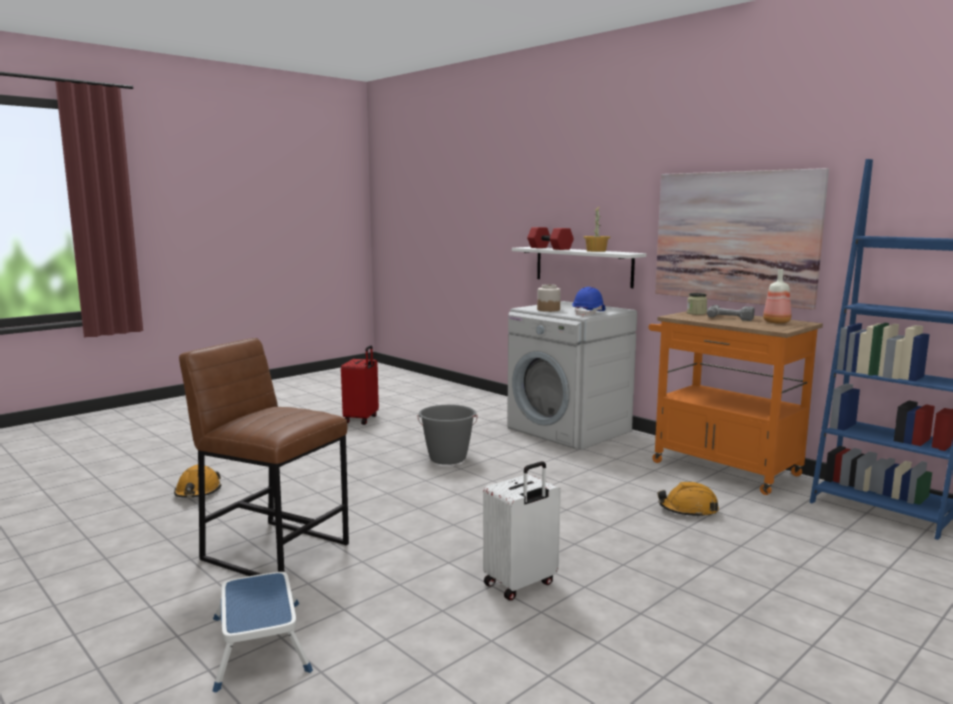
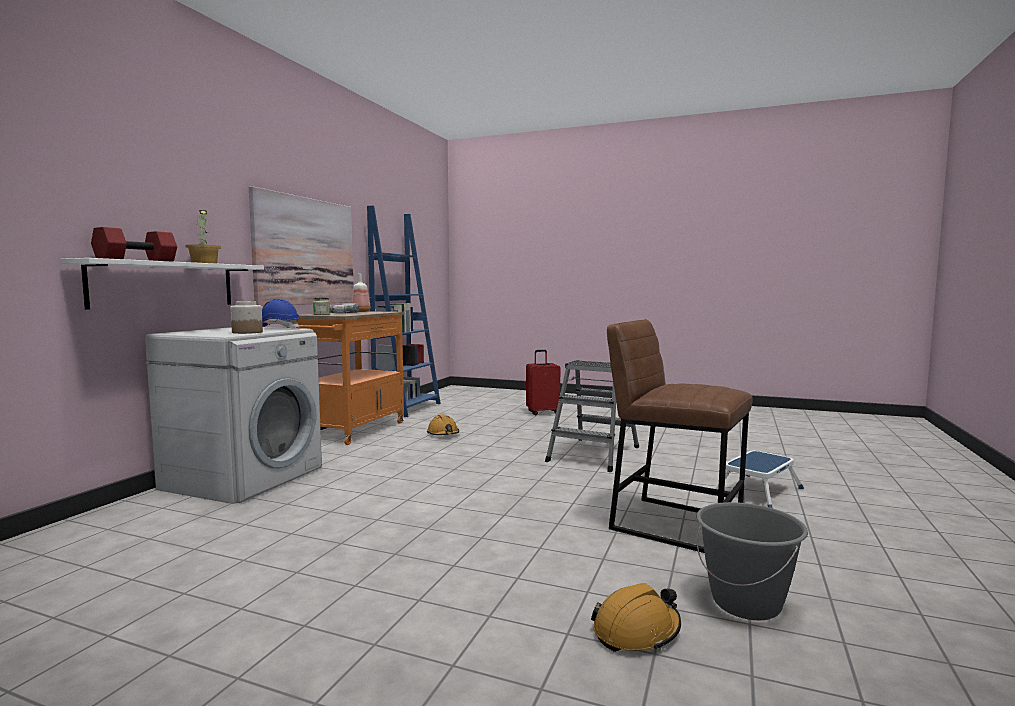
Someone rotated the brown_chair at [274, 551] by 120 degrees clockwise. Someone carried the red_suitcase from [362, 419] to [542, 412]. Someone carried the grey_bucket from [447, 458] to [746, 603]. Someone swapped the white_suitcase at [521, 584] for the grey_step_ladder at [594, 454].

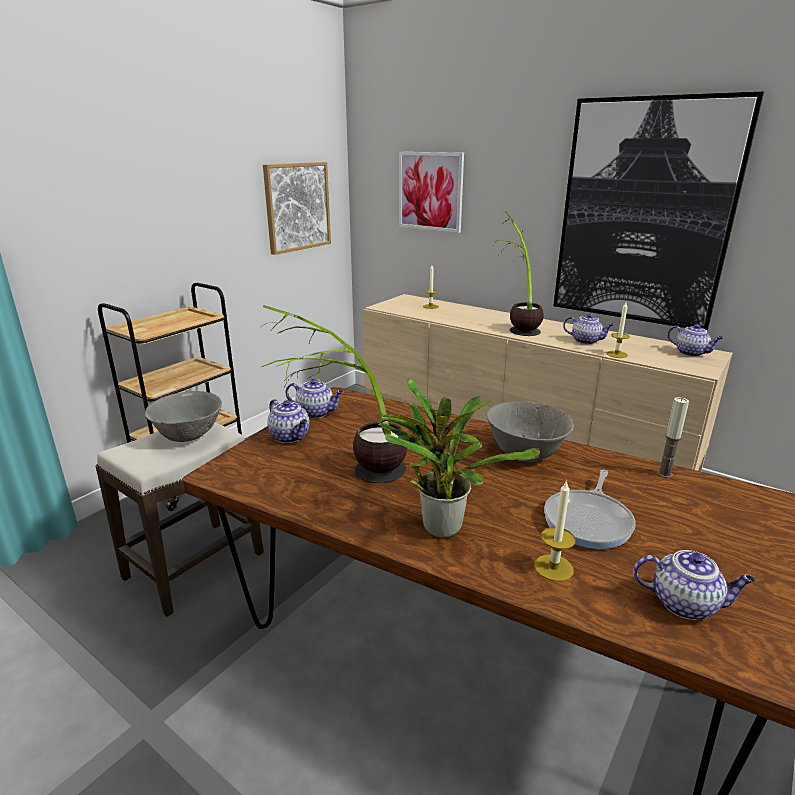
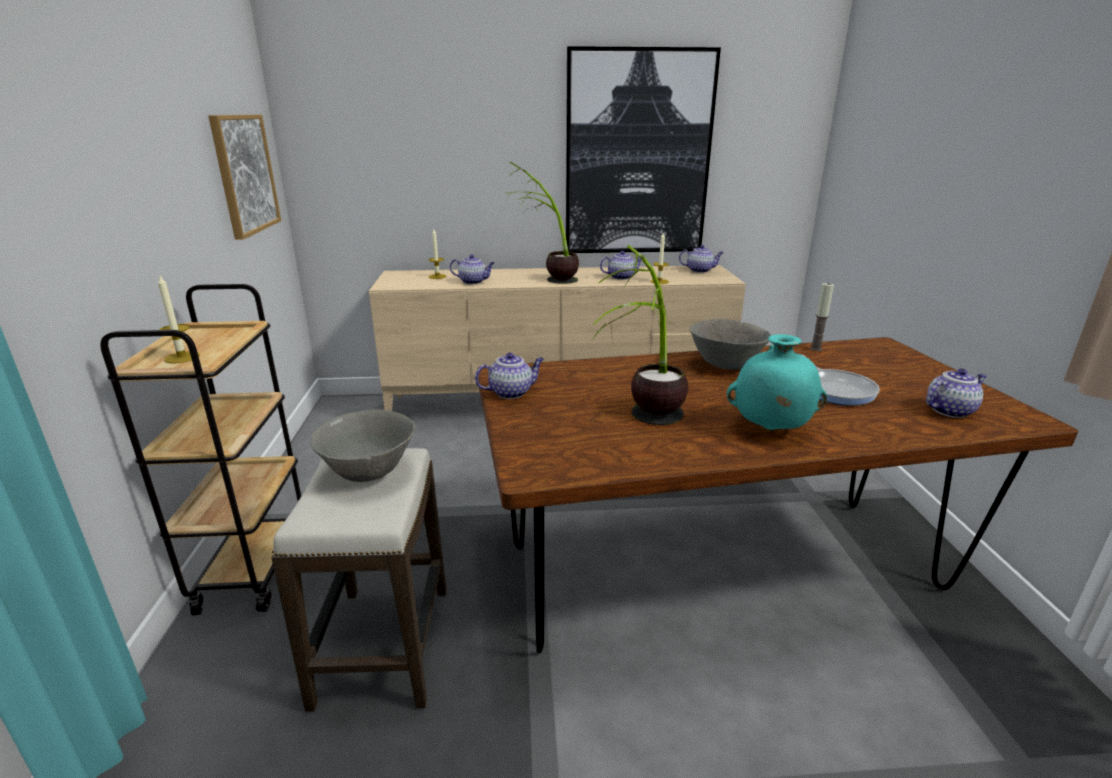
Someone took away the picture at [430, 191]. Someone swapped the potted_plant at [439, 524] for the turquoise_vase at [770, 429]. Someone carried the teapot from [290, 437] to [473, 282]. Someone carried the candle from [553, 568] to [182, 357].

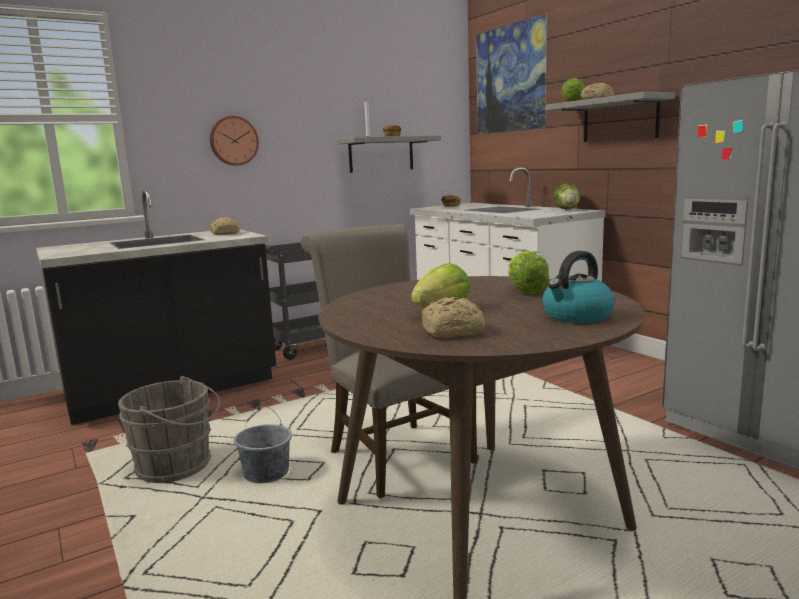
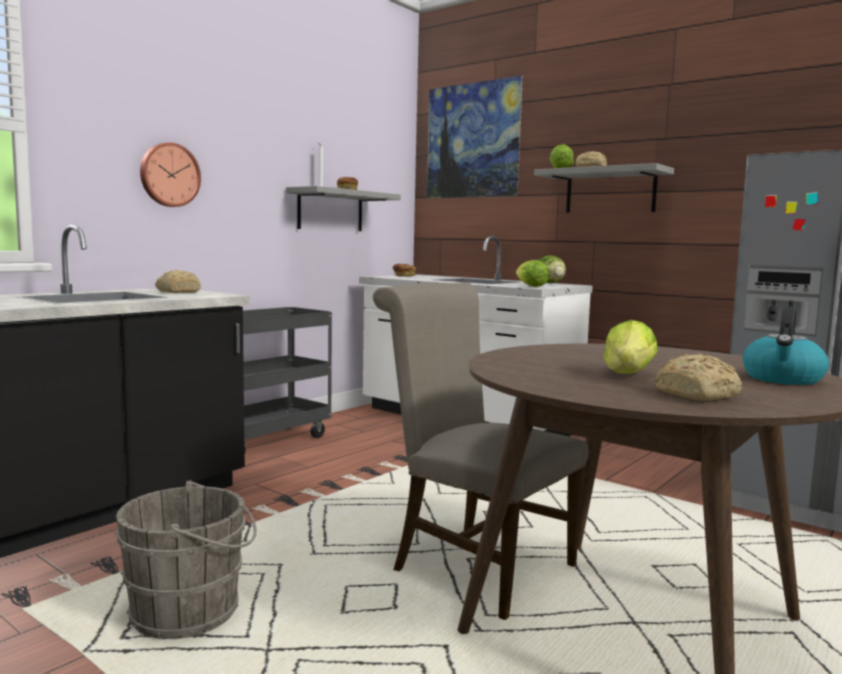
Someone carried the lettuce from [525, 291] to [530, 286]. Someone took away the grey_bucket at [266, 473].

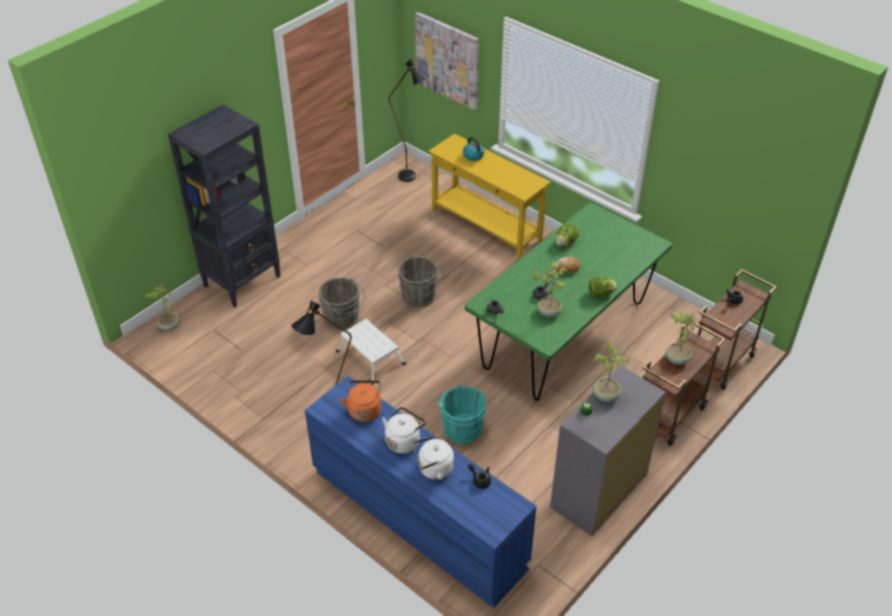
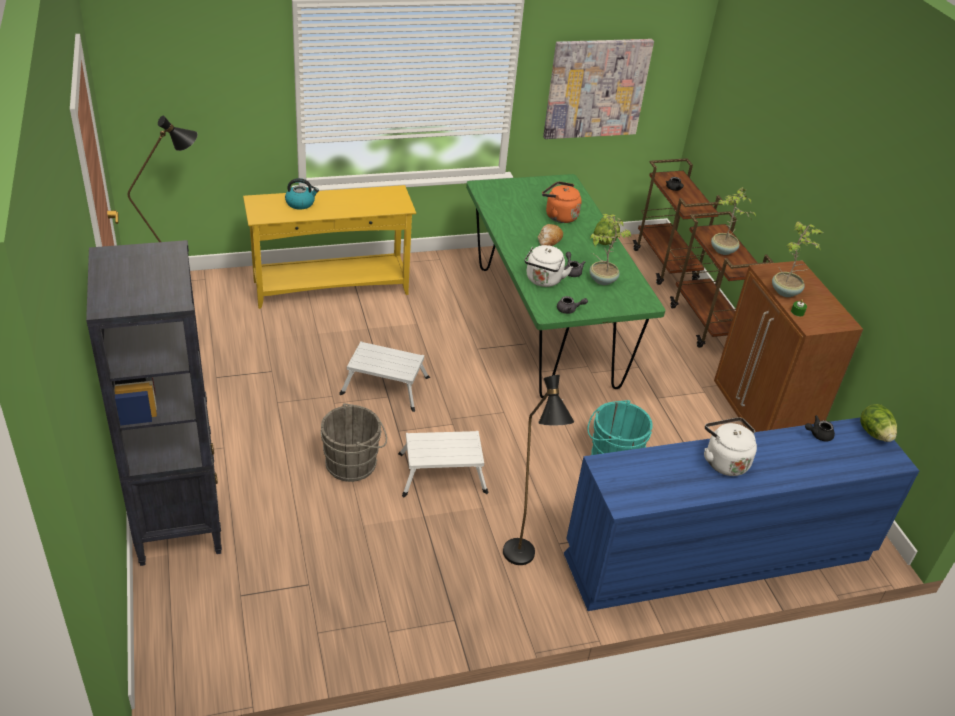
Someone carried the picture from [448, 60] to [596, 88]. Someone carried the lettuce from [565, 242] to [874, 434]. Someone swapped the grey_bucket at [420, 295] for the white_step_ladder at [384, 385]. Someone took away the potted_plant at [169, 326]. Someone repainted the grey_cabinet at [598, 491], which became the brown_cabinet at [763, 412]. Someone carried the orange_kettle from [364, 409] to [559, 216]. Someone carried the white_kettle from [433, 469] to [543, 281].

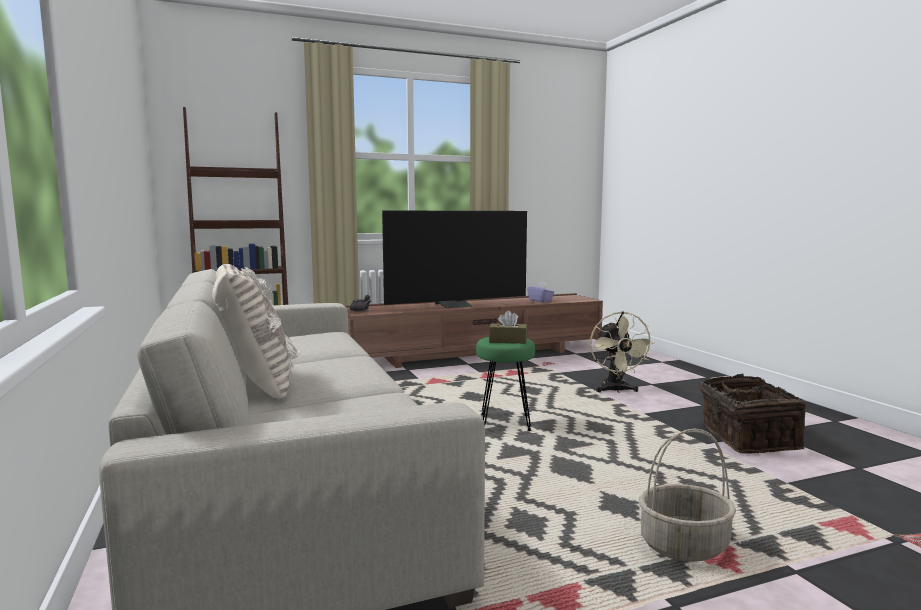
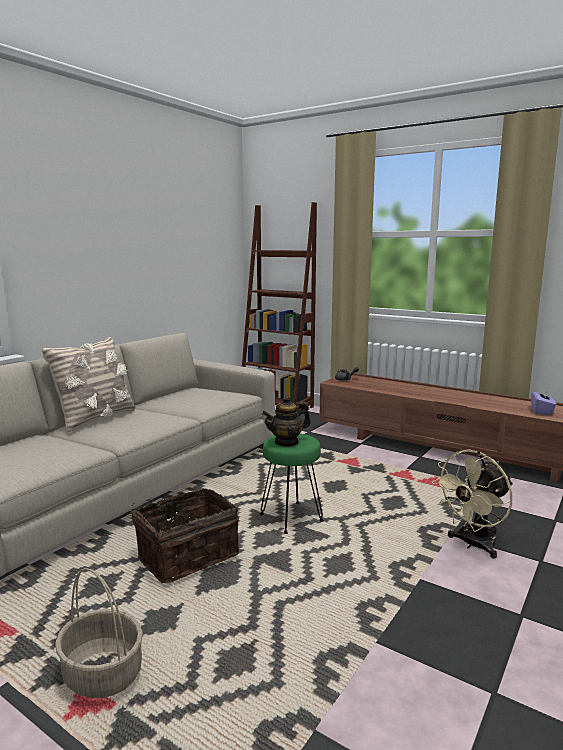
Someone took away the television at [455, 306]. Someone swapped the brown_tissue_box at [508, 341] for the teapot at [286, 442]. Someone carried the basket from [746, 438] to [186, 555].

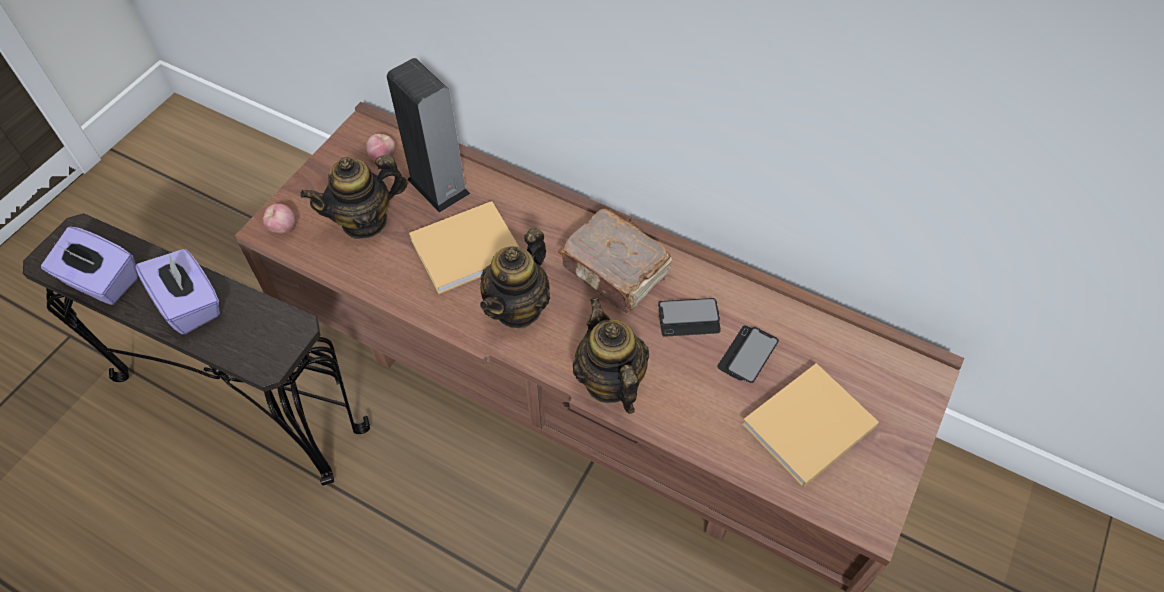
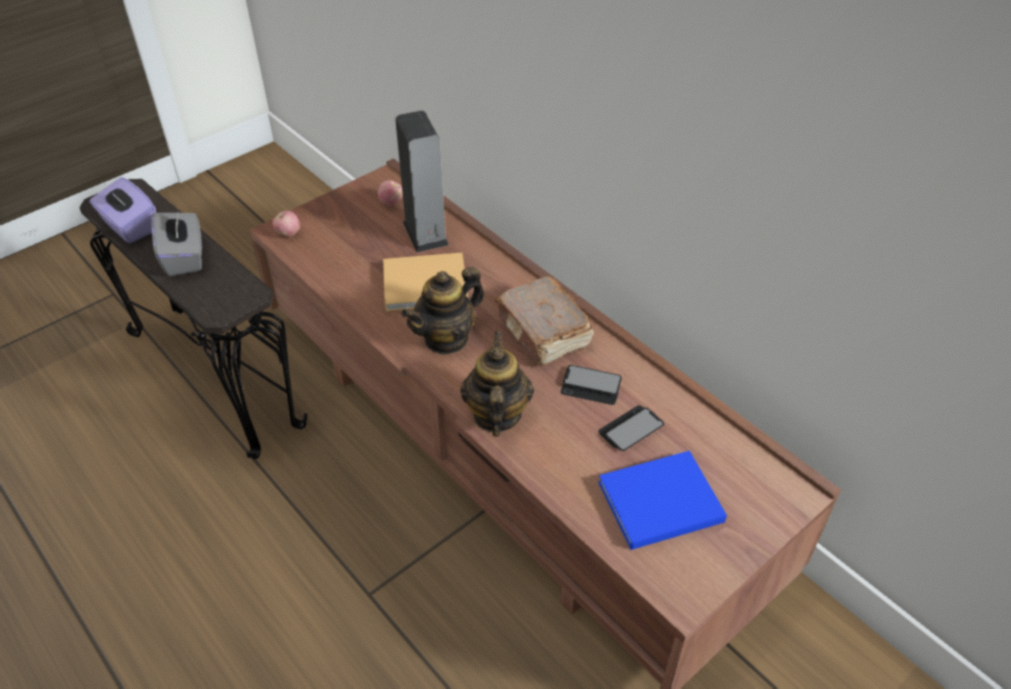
Someone took away the teapot at [365, 221]. Someone repainted the purple_tissue_box at [190, 304], which became the grey_tissue_box at [184, 257]. Someone repainted the beige_book at [805, 428], which became the blue_book at [657, 503].

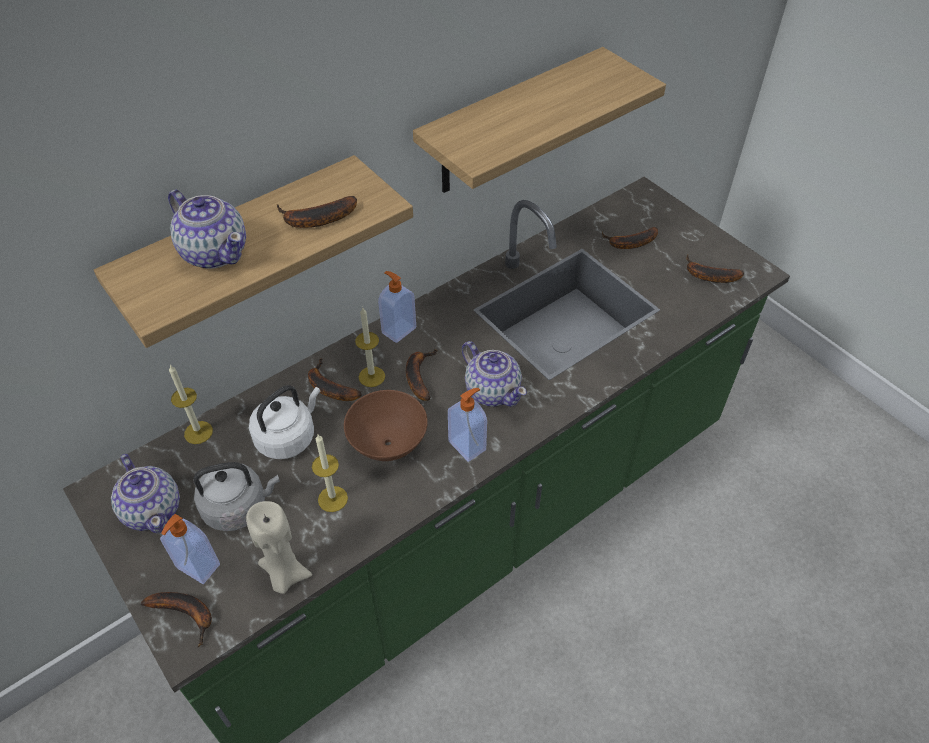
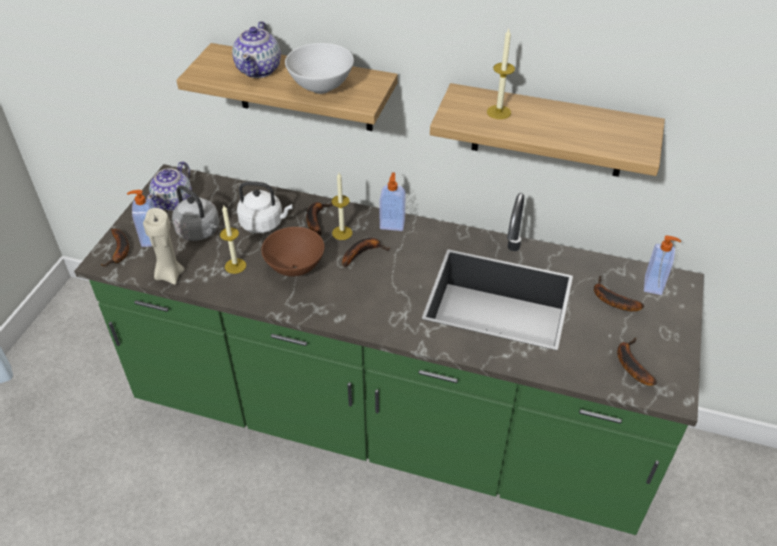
Someone swapped the banana at [315, 220] for the white_bowl at [321, 87]. Someone took away the teapot at [492, 390]. Someone carried the candle from [198, 432] to [499, 112]. Someone carried the soap_dispenser from [468, 445] to [654, 285].

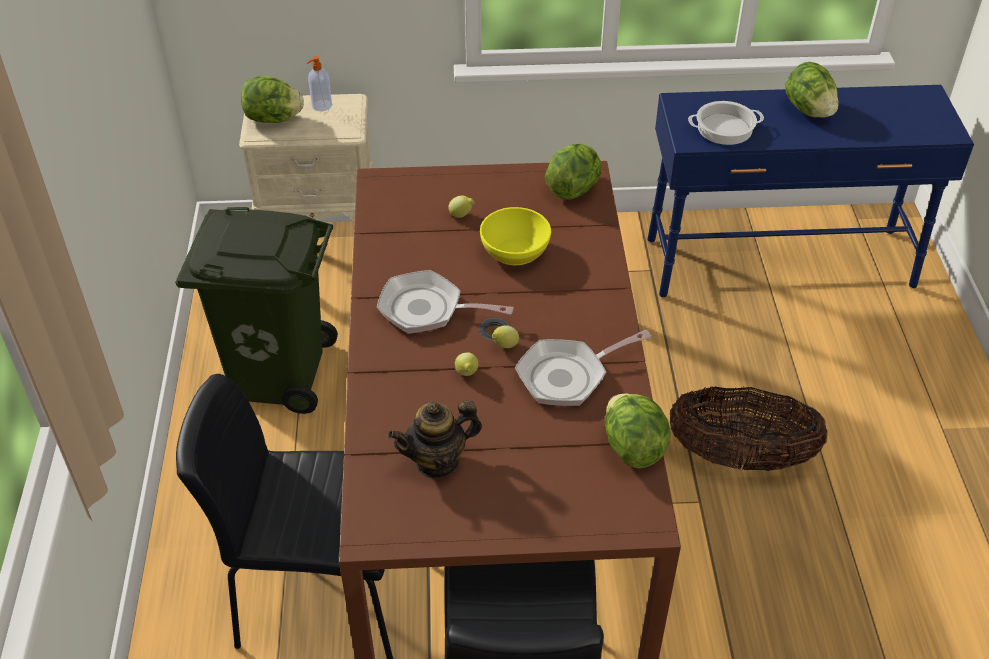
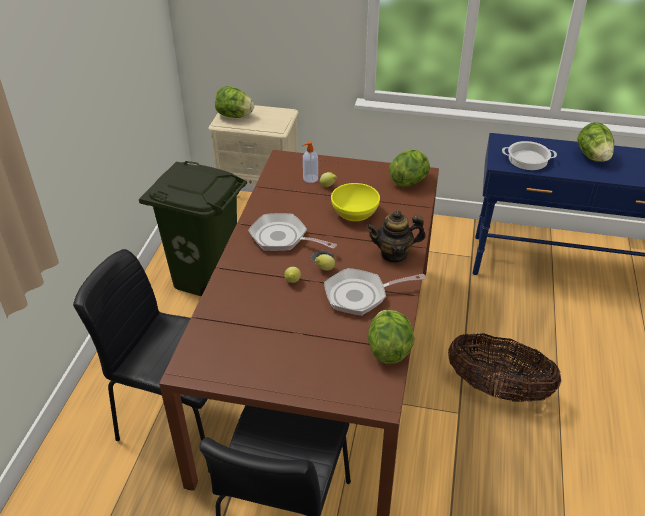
Someone carried the soap_dispenser from [321, 106] to [310, 179]. Someone carried the teapot from [437, 461] to [394, 254].

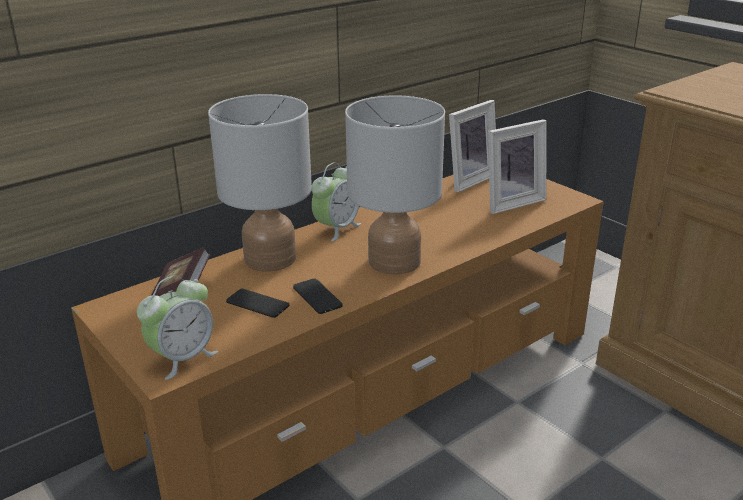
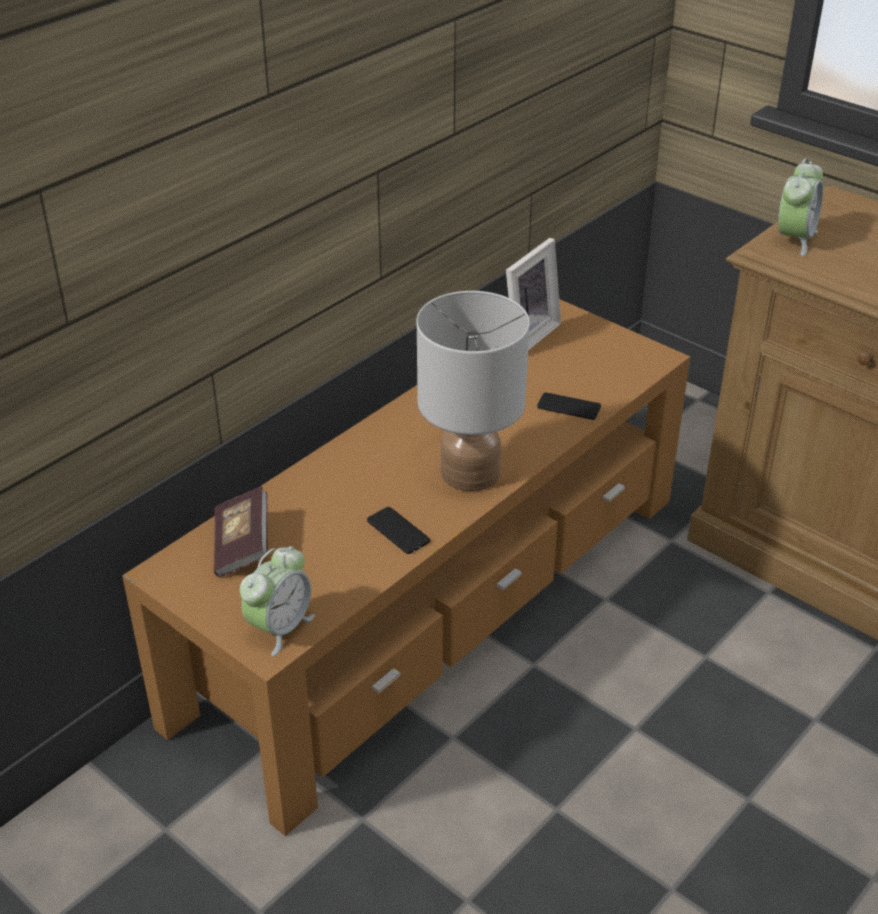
Someone took away the grey_table_lamp at [271, 259]. Someone took away the picture_frame at [510, 202]. Someone carried the alarm_clock from [336, 228] to [794, 239]. Someone carried the phone from [257, 304] to [569, 407].

